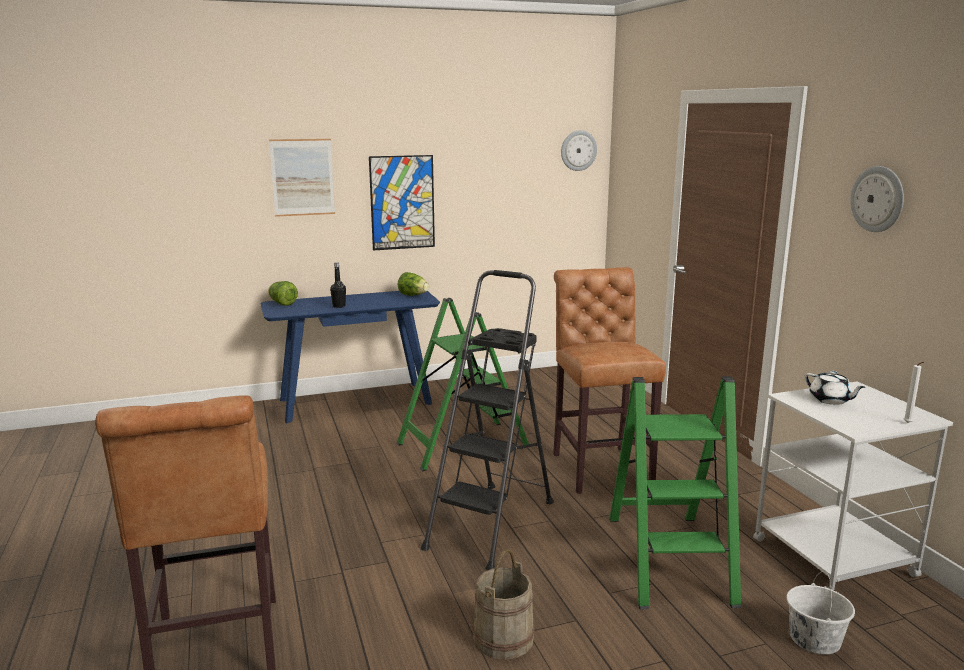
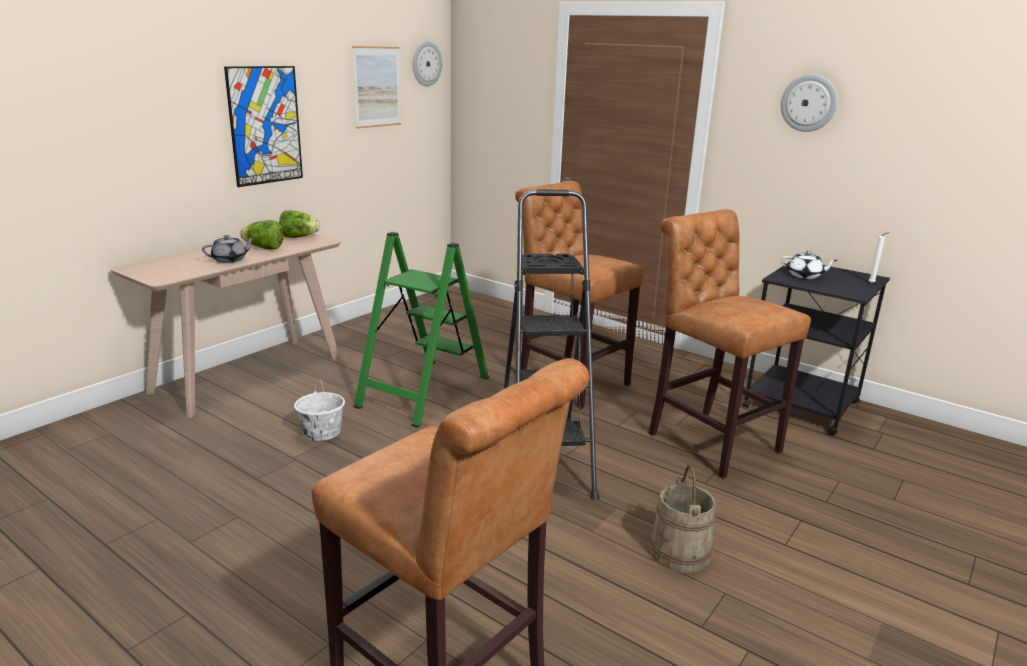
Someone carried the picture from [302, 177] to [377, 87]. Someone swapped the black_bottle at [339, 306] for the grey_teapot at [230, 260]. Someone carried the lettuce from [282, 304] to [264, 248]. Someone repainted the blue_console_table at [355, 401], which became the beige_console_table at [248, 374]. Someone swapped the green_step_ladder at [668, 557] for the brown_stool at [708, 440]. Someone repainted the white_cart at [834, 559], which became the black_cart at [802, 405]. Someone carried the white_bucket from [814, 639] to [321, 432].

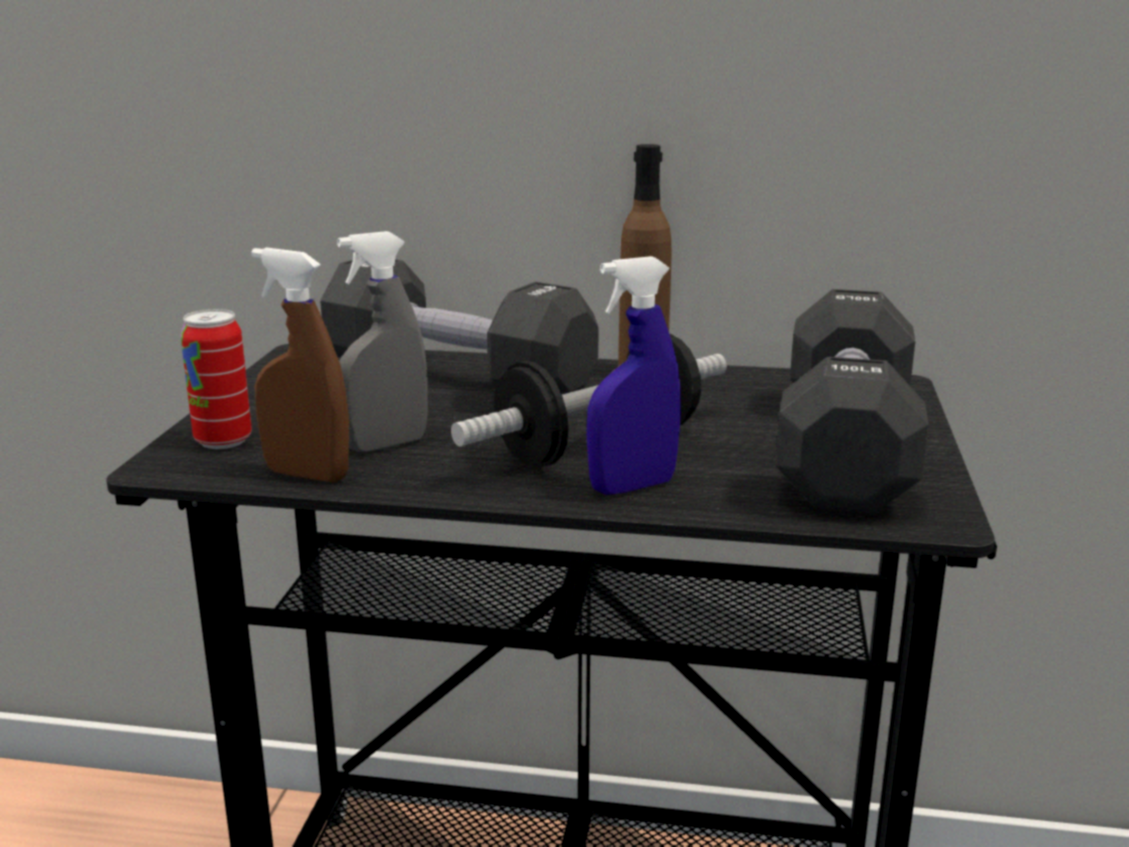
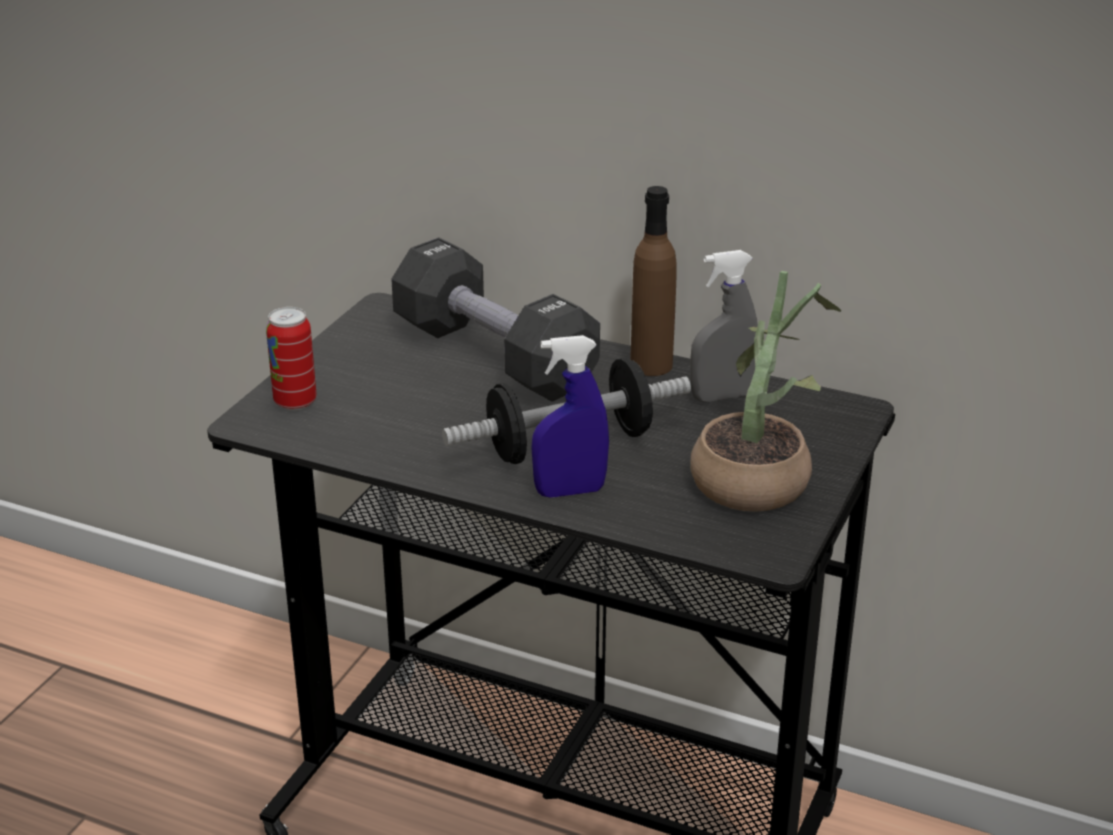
Someone carried the grey_spray_bottle from [386, 445] to [721, 396]. Someone took away the brown_spray_bottle at [307, 475]. Someone swapped the black_dumbbell at [845, 448] for the potted_plant at [757, 476].

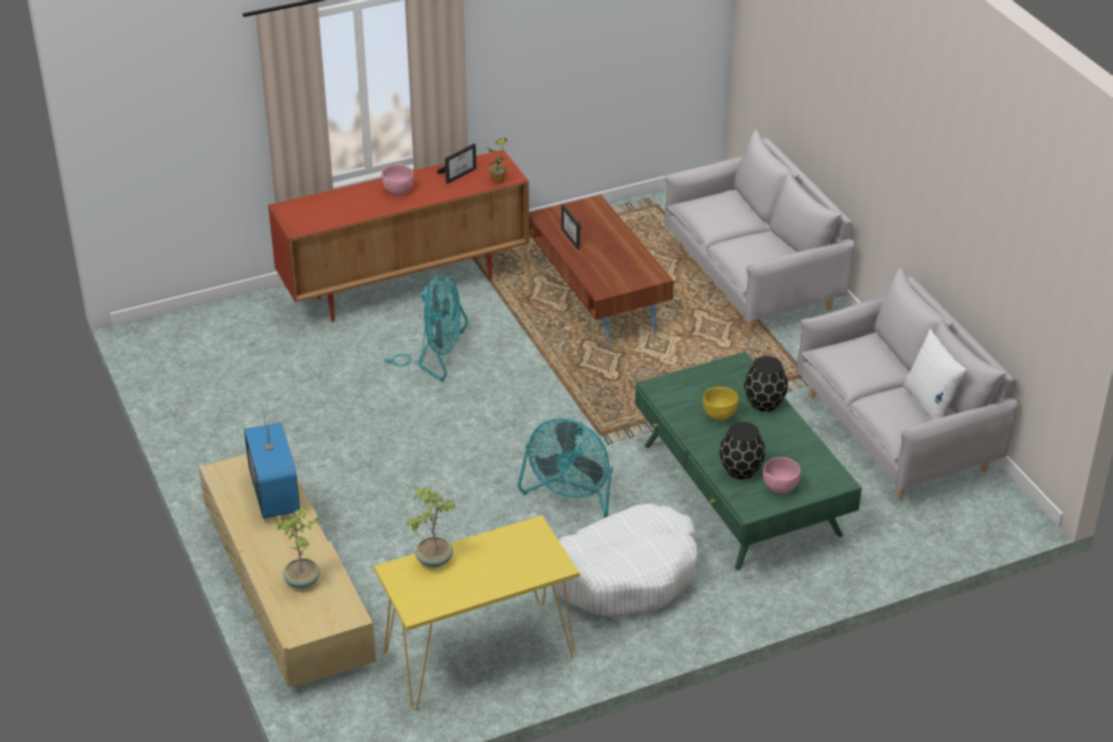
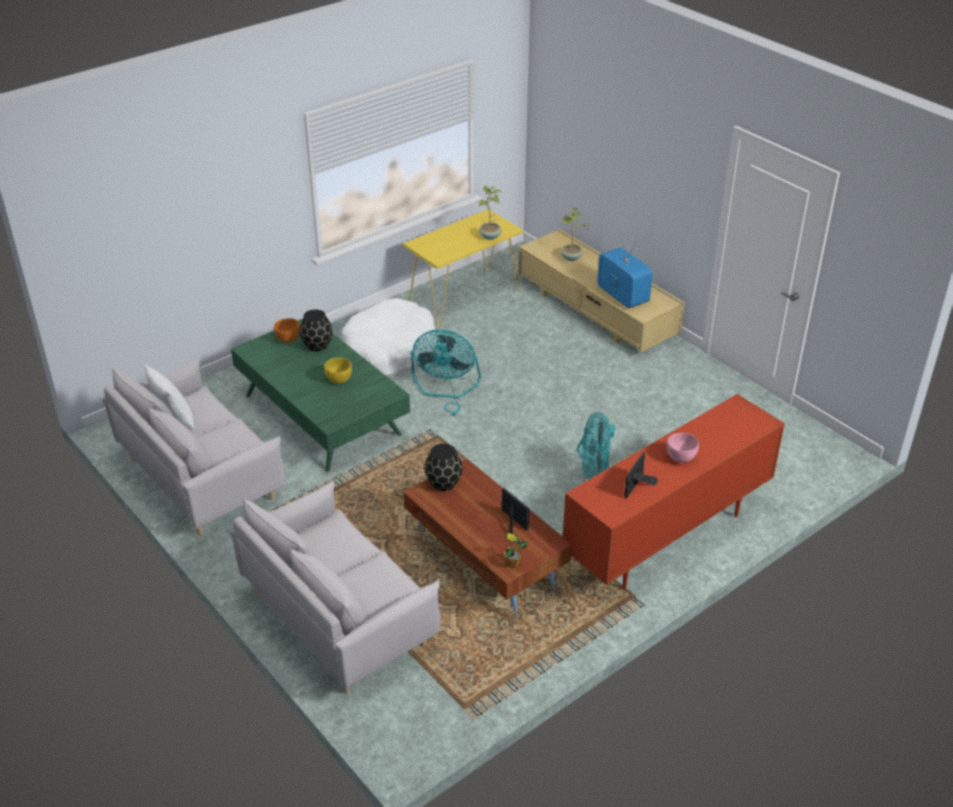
Someone carried the potted_plant from [498, 181] to [512, 563]. Someone carried the black_vase from [763, 403] to [444, 483]. Someone repainted the pink_bowl at [780, 487], which became the orange_bowl at [288, 339].

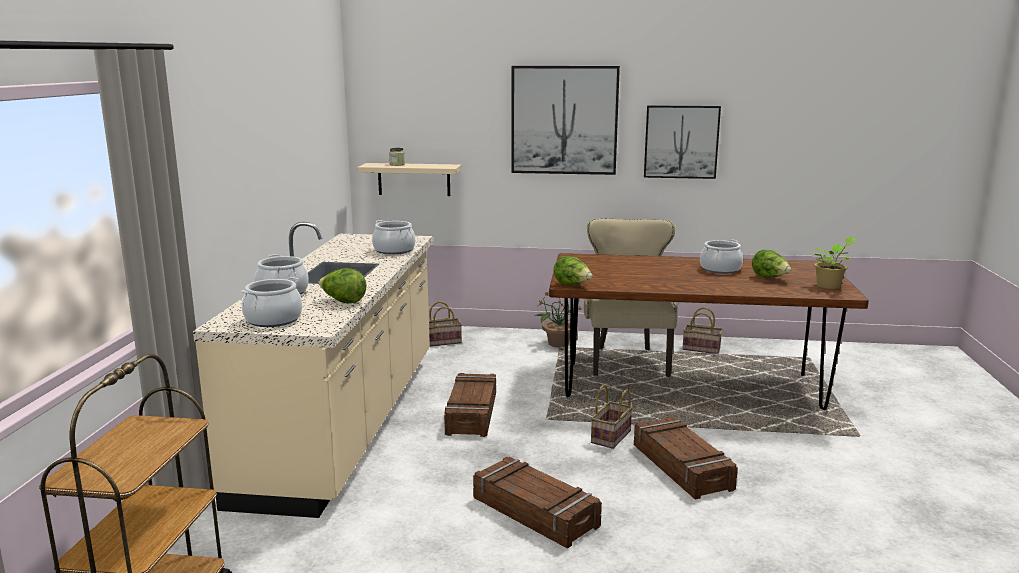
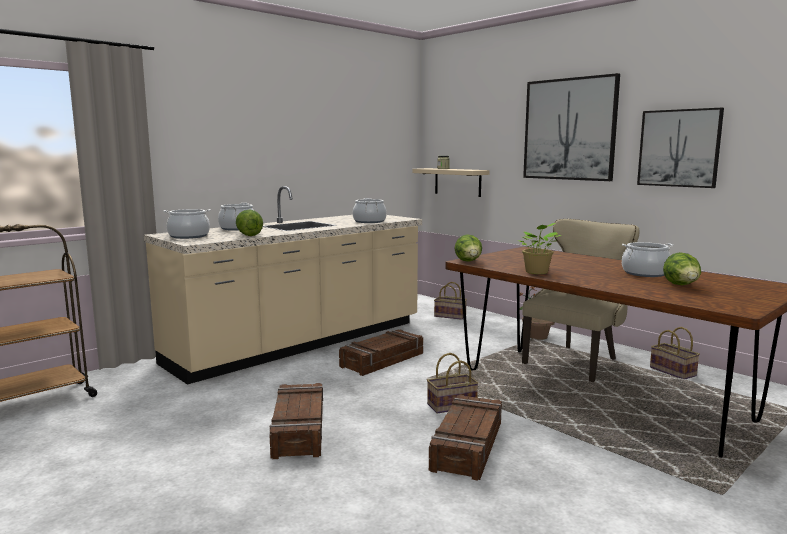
Someone carried the potted_plant from [830, 286] to [537, 272].

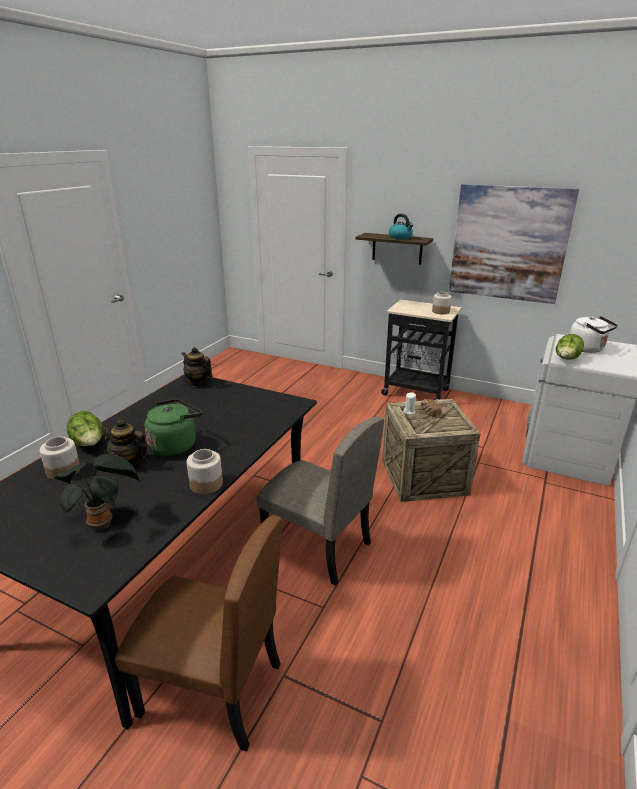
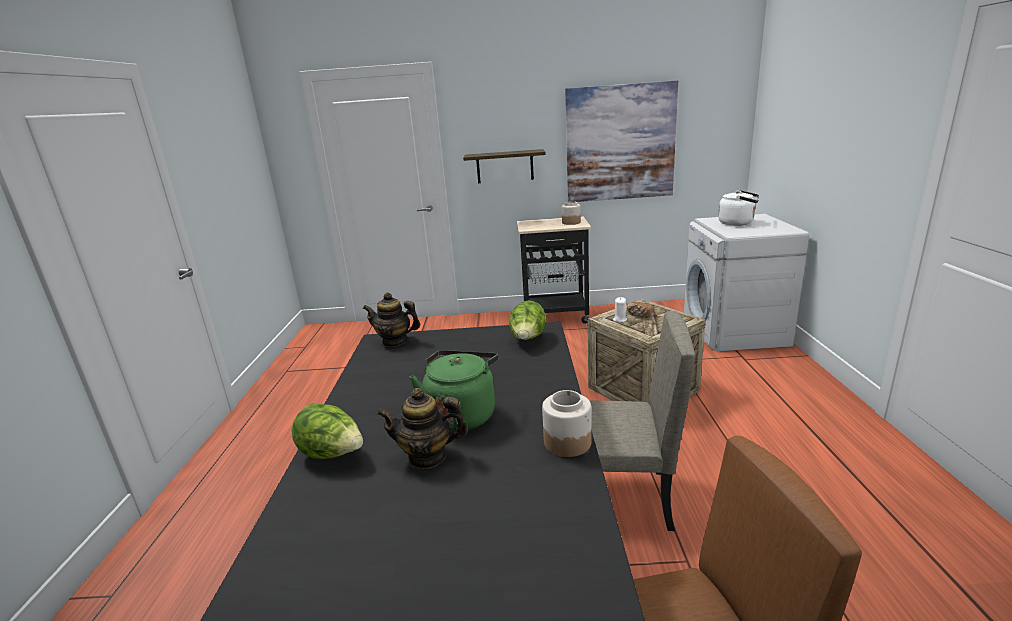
Someone took away the kettle at [400, 237]. Someone carried the lettuce from [566, 360] to [528, 339]. Someone took away the jar at [63, 471]. Someone took away the potted_plant at [104, 523].

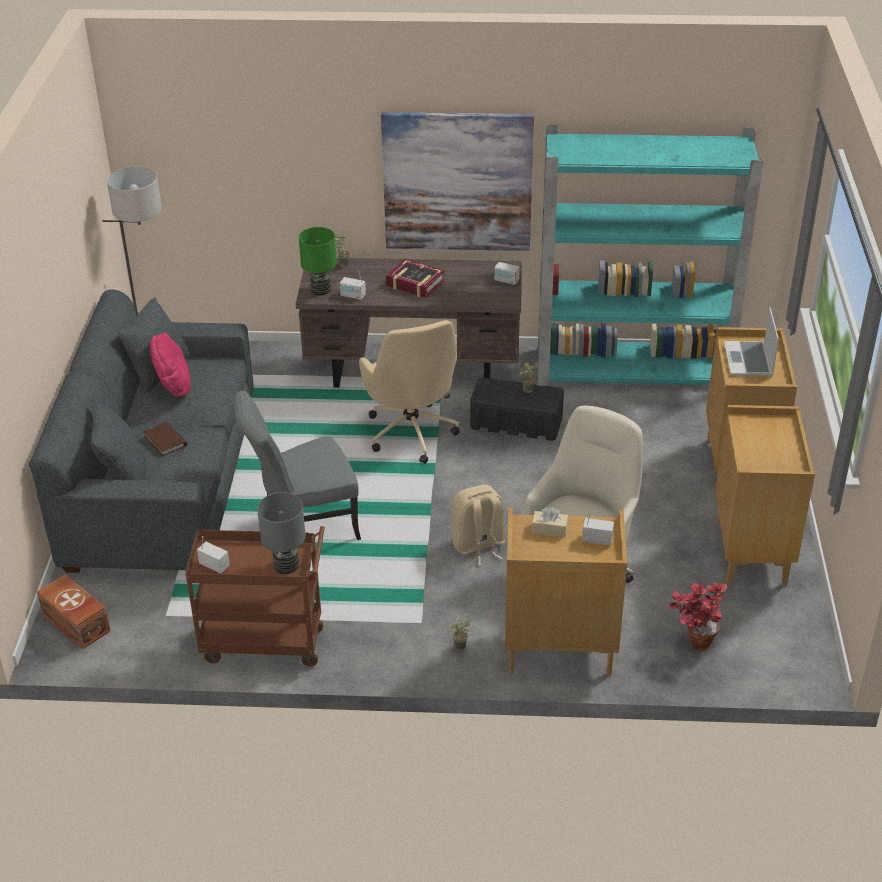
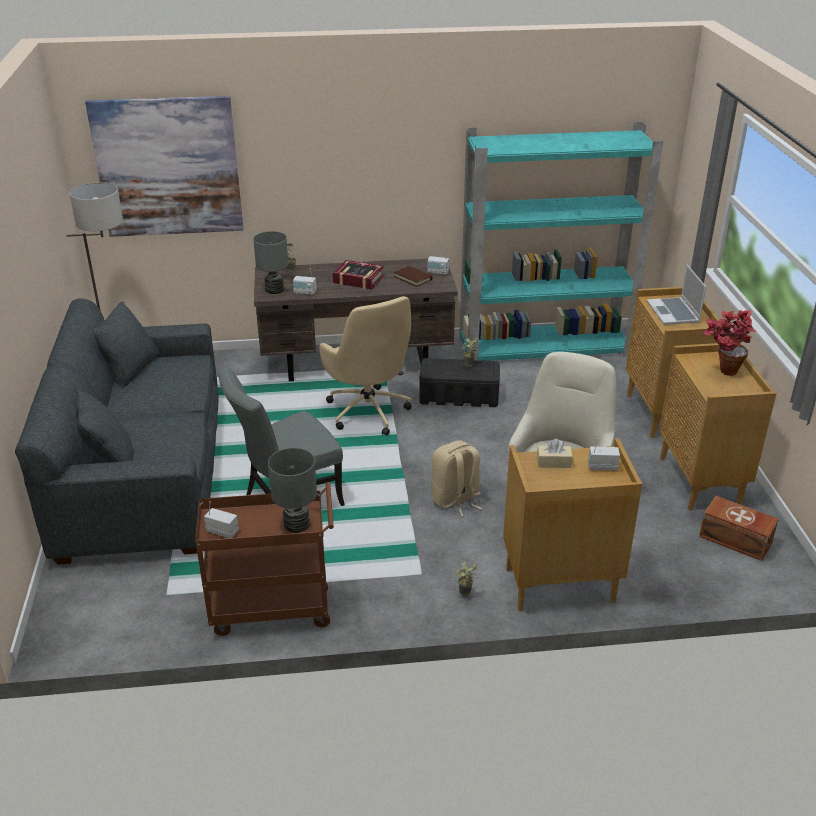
Someone carried the picture from [457, 182] to [168, 167]. Someone repainted the green_table_lamp at [320, 290], which became the grey_table_lamp at [274, 290]. Someone took away the pink_pillow at [174, 388]. Someone carried the brown_book from [165, 441] to [413, 278]. Someone carried the brown_storage_box from [76, 624] to [736, 540]. Someone carried the potted_plant from [693, 642] to [721, 370].

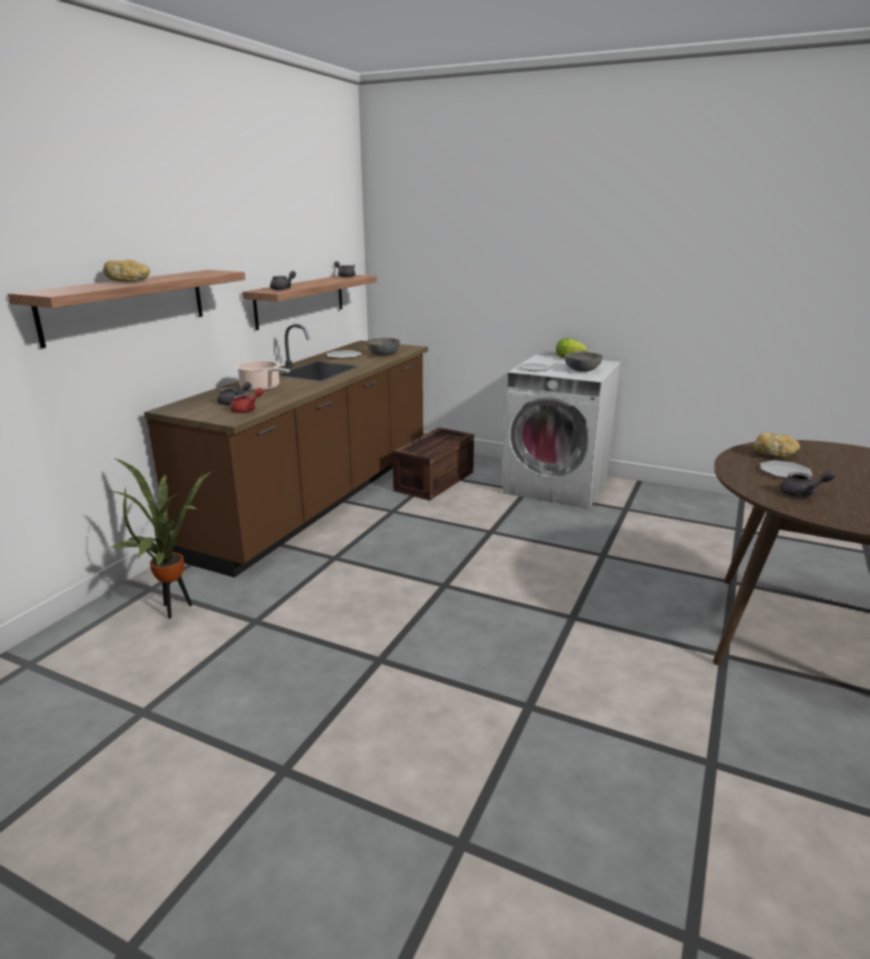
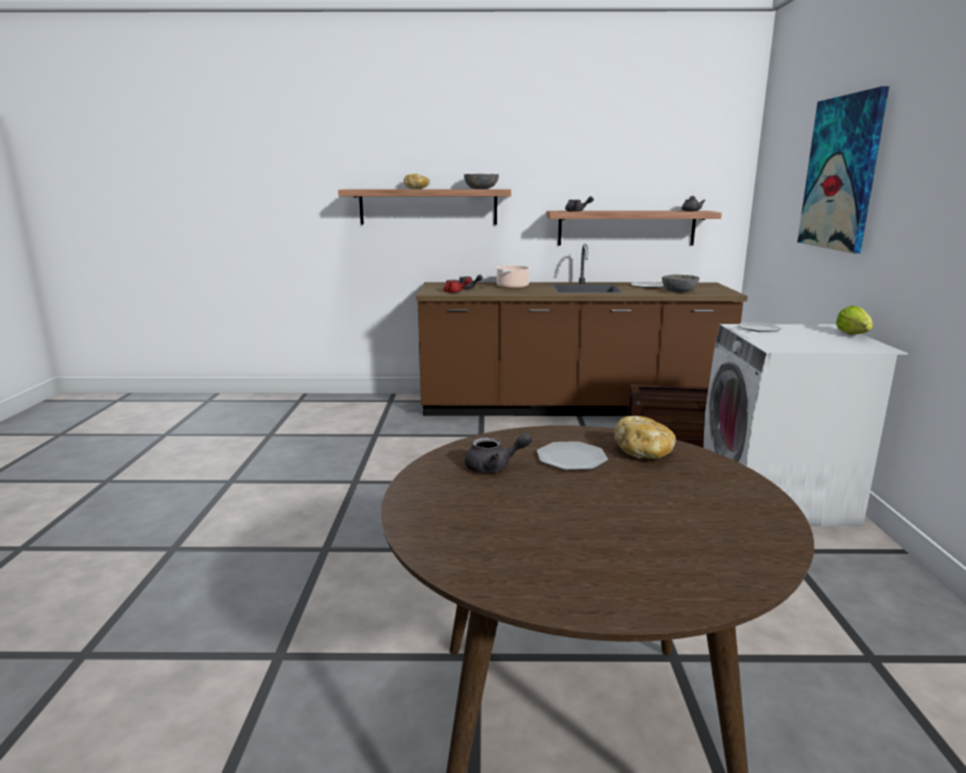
Someone carried the grey_bowl from [582, 370] to [481, 189]. Someone took away the potted_plant at [175, 608]. Someone rotated the grey_teapot at [802, 494] by 75 degrees counterclockwise. Someone put up the picture at [841, 173].

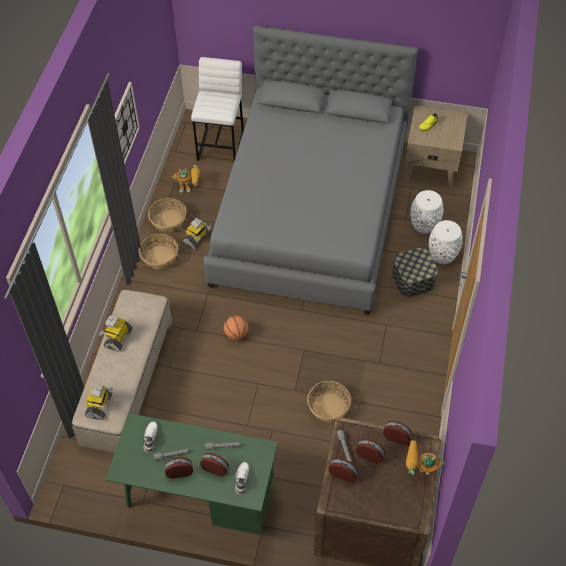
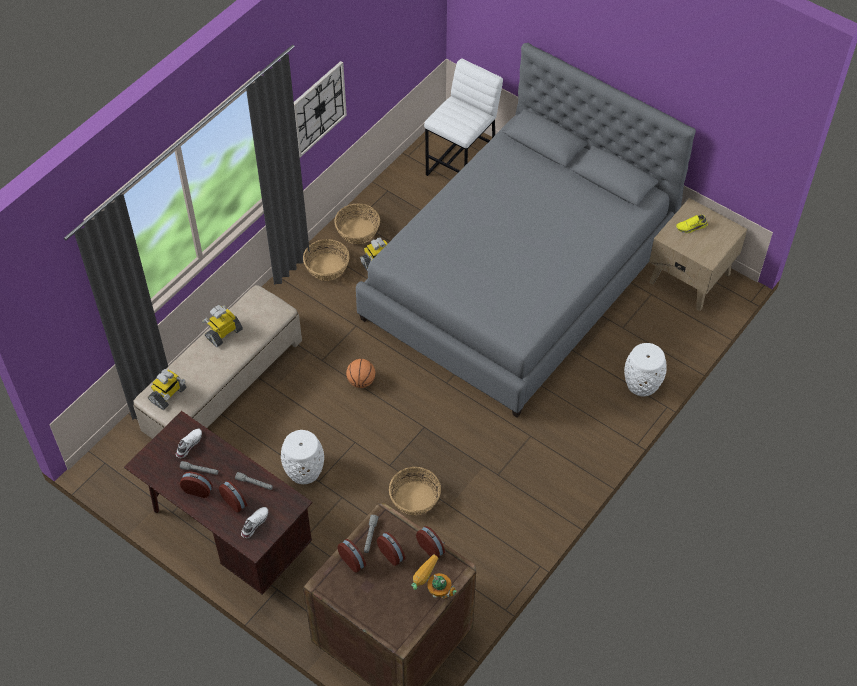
Someone took away the toy_robot at [189, 188]. Someone carried the white_stool from [424, 224] to [304, 470]. Someone took away the storage_box at [413, 279]. Someone repainted the green_desk at [199, 498], which became the brown_desk at [228, 534].

